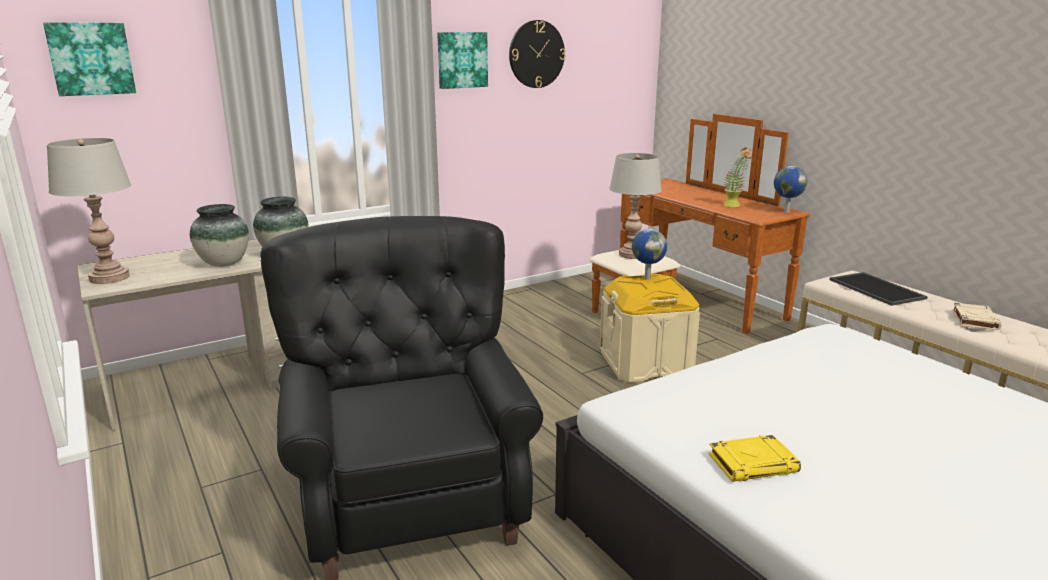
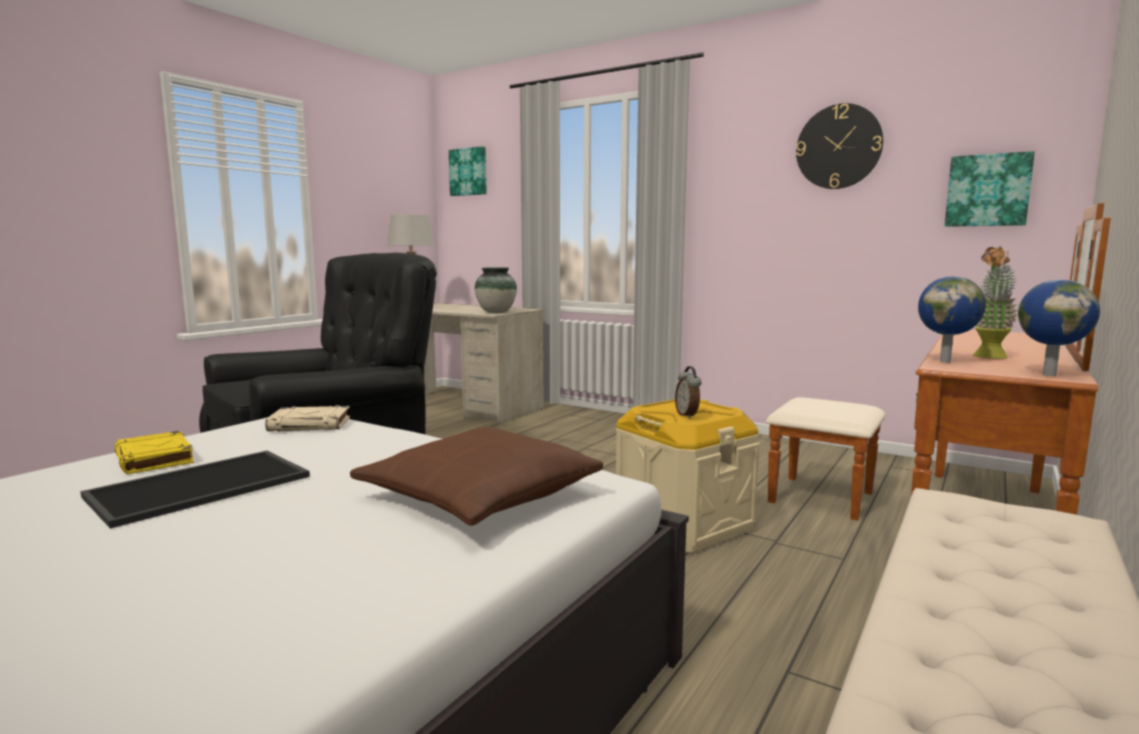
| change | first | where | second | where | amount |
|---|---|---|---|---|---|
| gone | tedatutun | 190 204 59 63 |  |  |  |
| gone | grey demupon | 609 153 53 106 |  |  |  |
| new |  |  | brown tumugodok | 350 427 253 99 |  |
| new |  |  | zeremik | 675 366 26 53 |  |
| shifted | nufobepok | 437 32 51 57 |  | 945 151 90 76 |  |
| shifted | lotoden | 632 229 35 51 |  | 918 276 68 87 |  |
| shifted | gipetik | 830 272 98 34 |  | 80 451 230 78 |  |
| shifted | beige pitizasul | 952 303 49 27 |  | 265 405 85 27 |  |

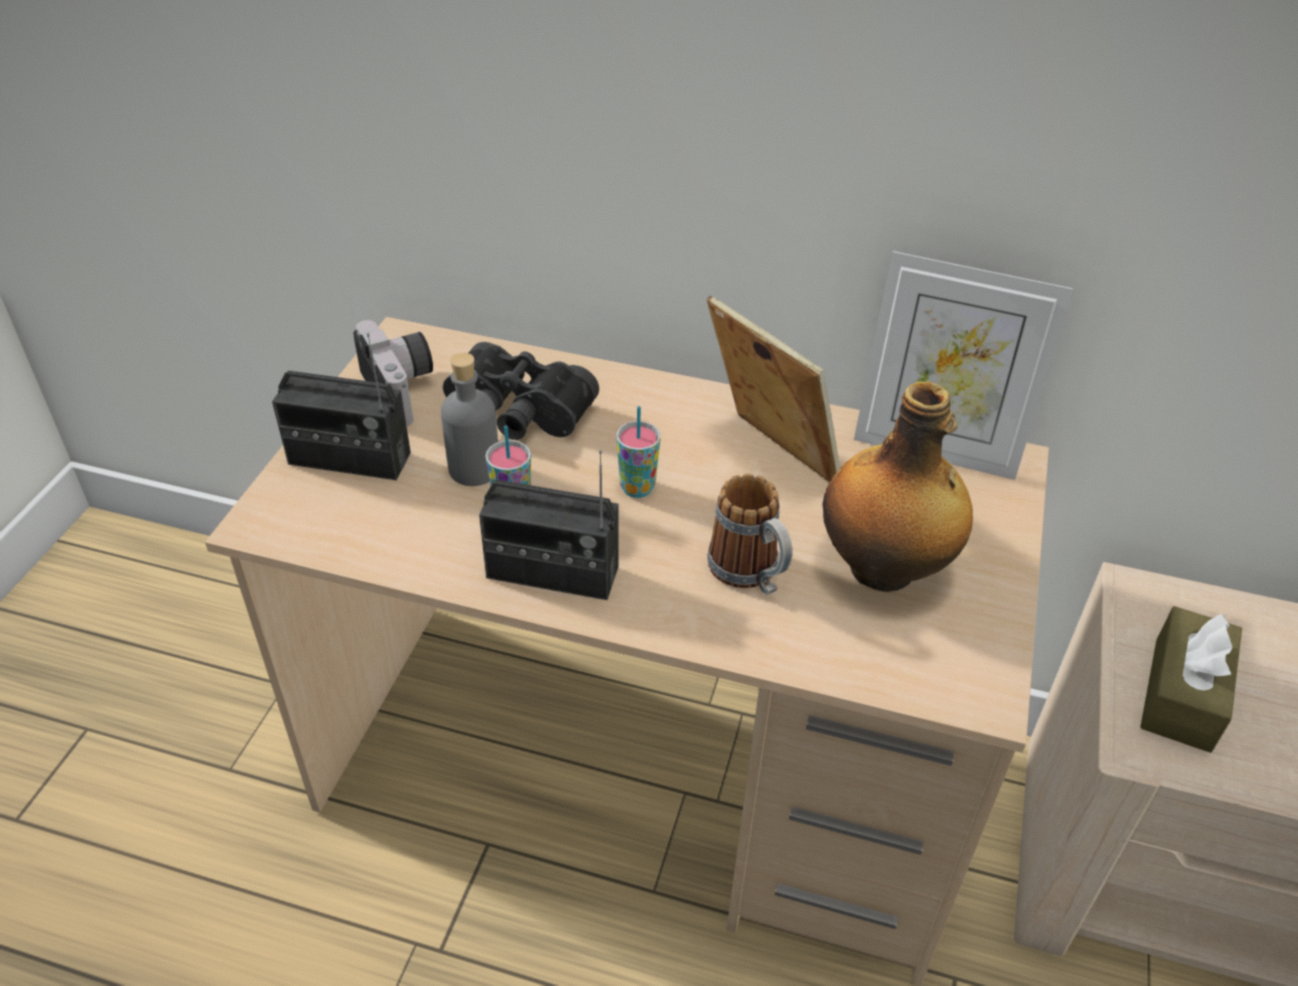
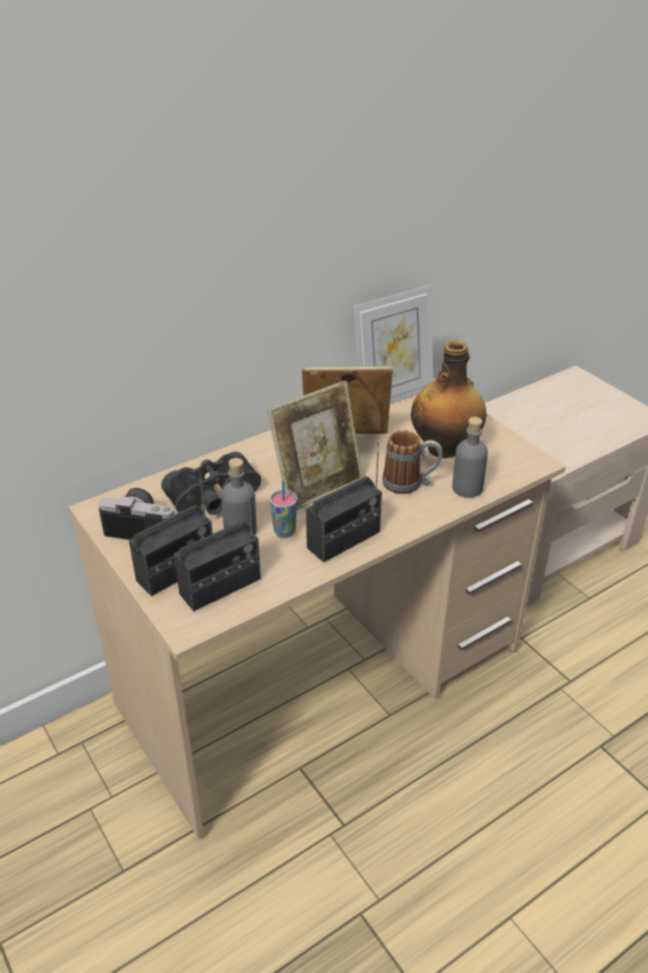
| change | first | where | second | where | amount |
|---|---|---|---|---|---|
| gone | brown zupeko | 1140 606 102 147 |  |  |  |
| new |  |  | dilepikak | 174 488 87 123 |  |
| new |  |  | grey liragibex | 452 417 36 81 |  |
| swapped | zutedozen | 616 406 45 92 | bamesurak | 267 381 96 129 |  |

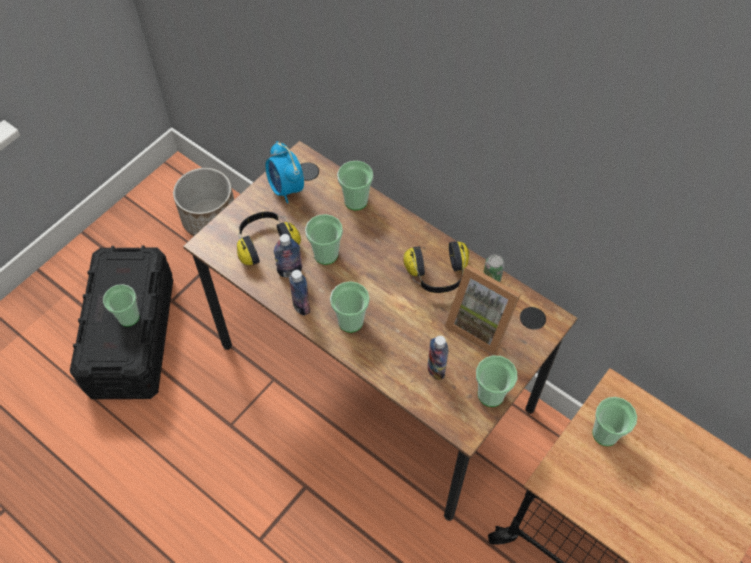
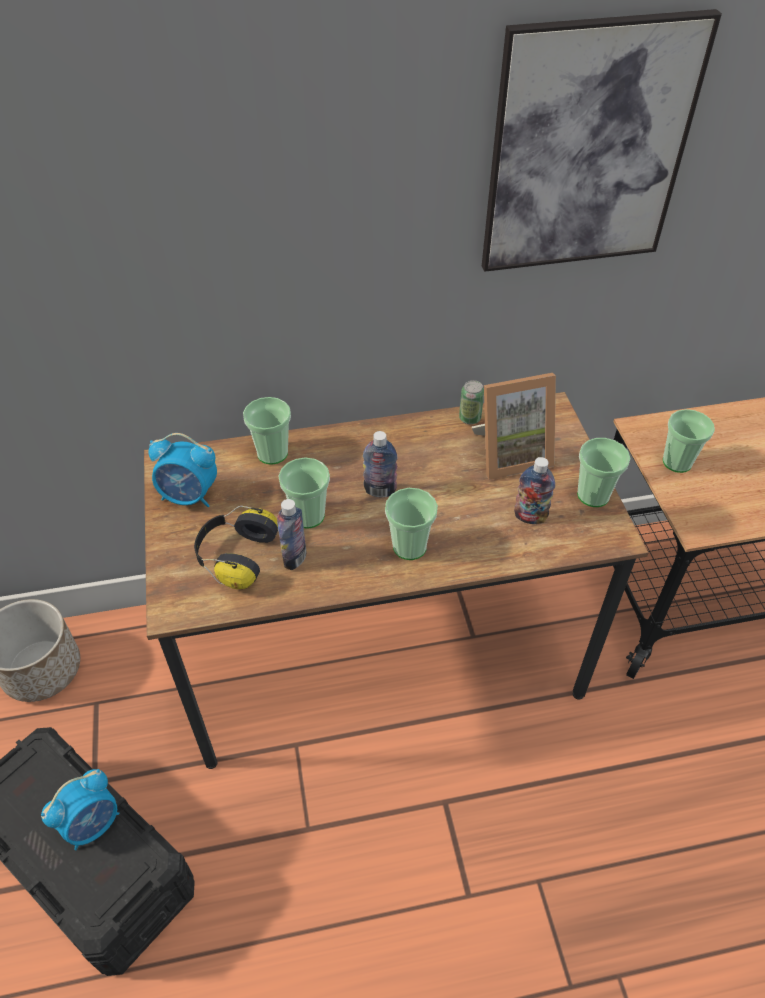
| change | first | where | second | where | amount |
|---|---|---|---|---|---|
| gone | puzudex | 403 241 66 52 |  |  |  |
| new |  |  | nufobepok | 482 9 240 263 |  |
| shifted | liragibex | 289 270 21 46 |  | 363 431 35 66 |  |
| swapped | zutedozen | 103 284 37 43 | zeremik | 41 769 78 81 |  |

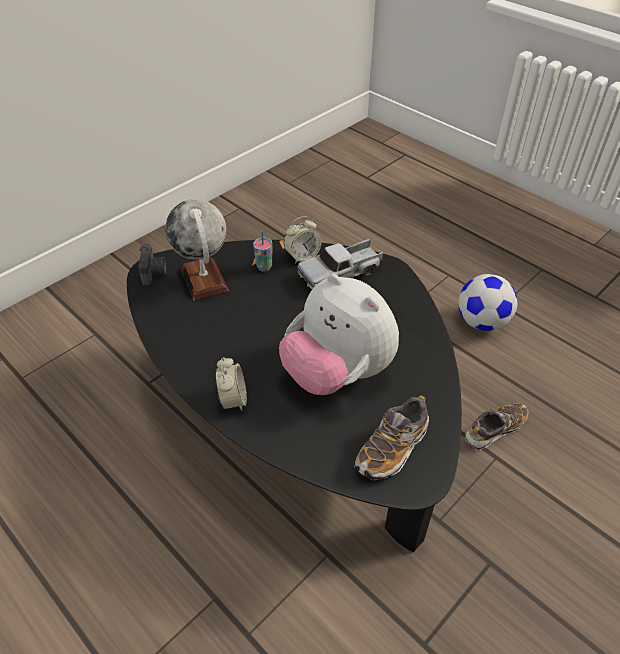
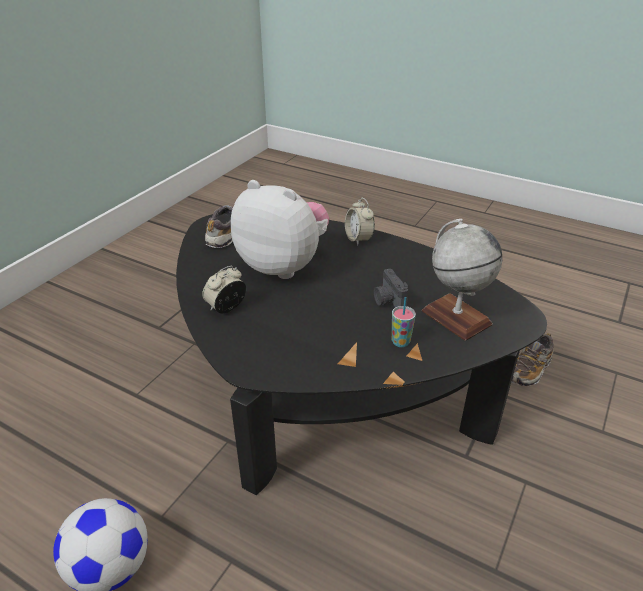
| change | first | where | second | where | amount |
|---|---|---|---|---|---|
| gone | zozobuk | 297 239 86 50 |  |  |  |
| shifted | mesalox | 138 244 28 42 |  | 374 269 34 38 |  |
| shifted | zeremik | 284 216 38 48 |  | 202 266 44 47 |  |
| shifted | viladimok | 464 404 65 46 |  | 512 333 42 53 |  |

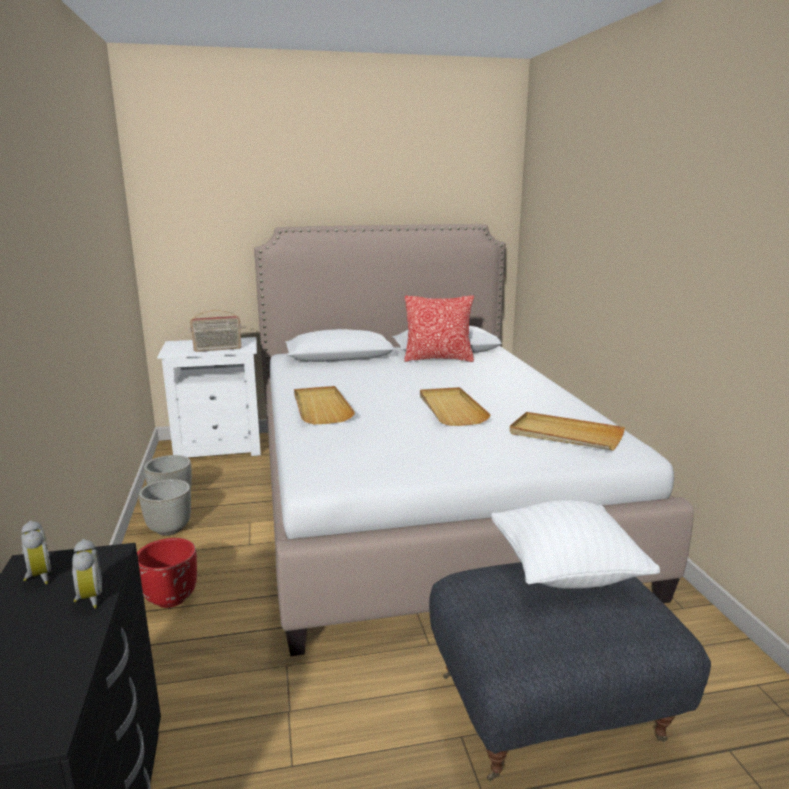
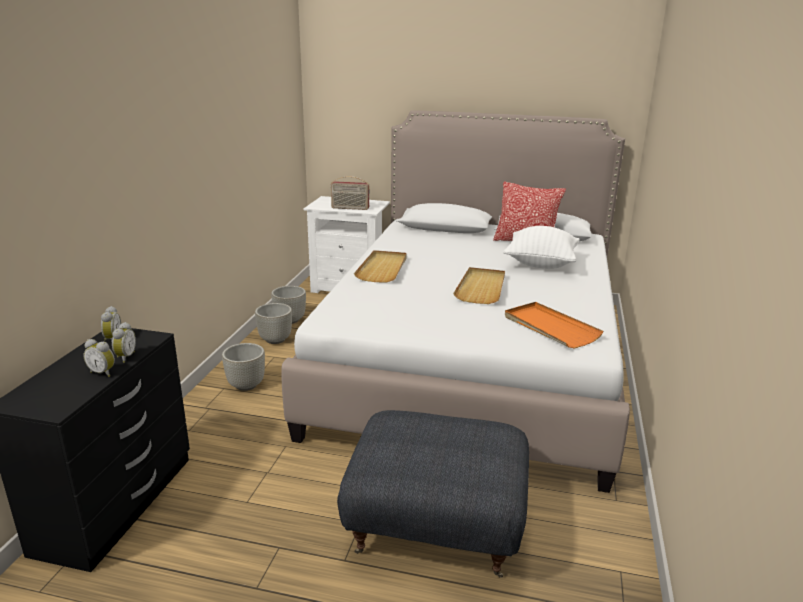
| change | first | where | second | where | amount |
|---|---|---|---|---|---|
| new |  |  | zeremik | 83 339 32 38 |  |
| shifted | white tumugodok | 491 500 169 89 |  | 503 226 76 43 |  |
| repainted | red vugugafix | 137 538 60 70 | grey vugugafix | 222 343 43 48 |  |
| repainted | beige gipetik | 509 412 116 39 | orange gipetik | 505 302 98 46 |  |

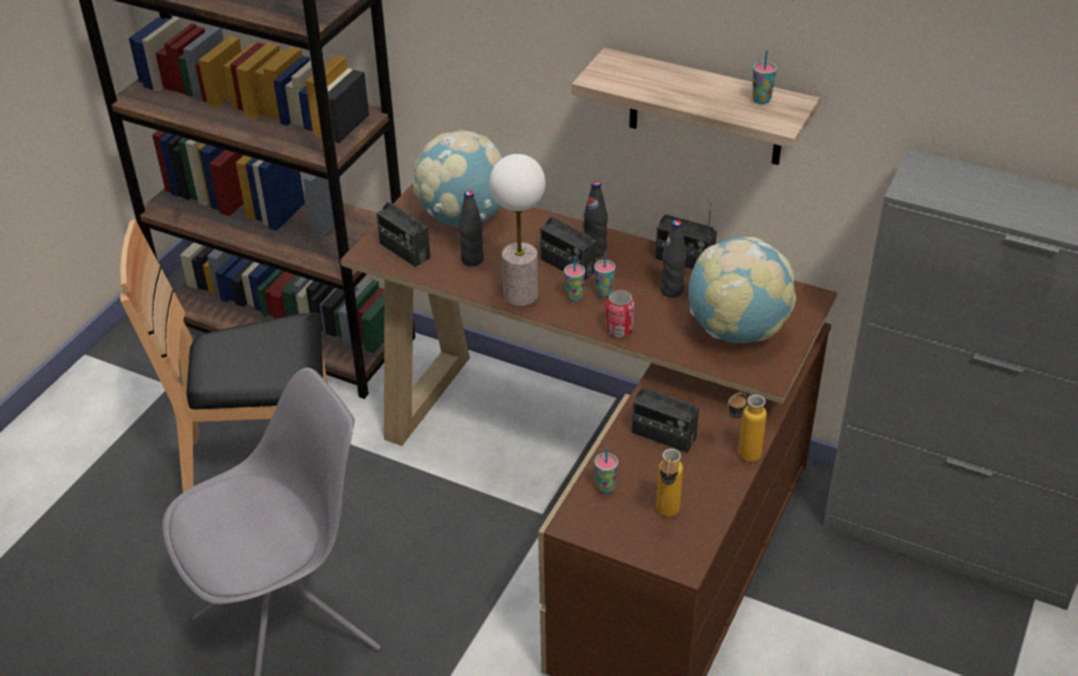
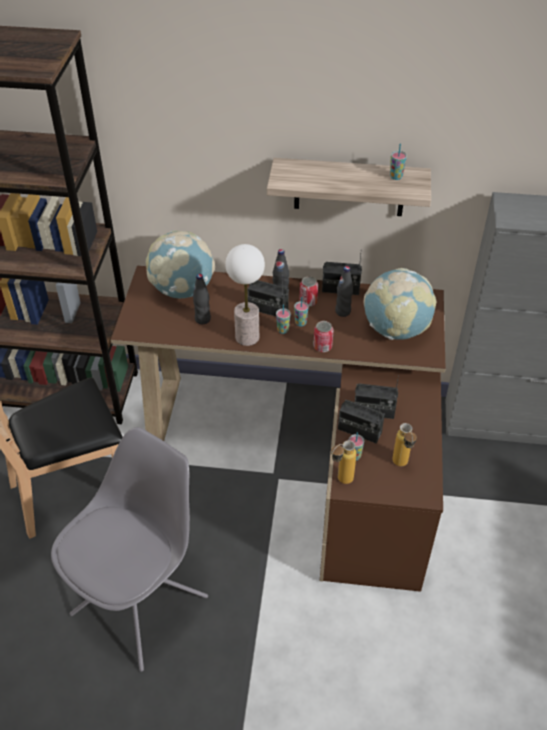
| change | first | where | second | where | amount |
|---|---|---|---|---|---|
| new |  |  | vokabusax | 299 276 19 31 |  |
| shifted | dilepikak | 376 197 55 70 |  | 338 400 47 43 |  |
| shifted | liragibex | 728 393 39 69 |  | 331 440 26 44 |  |

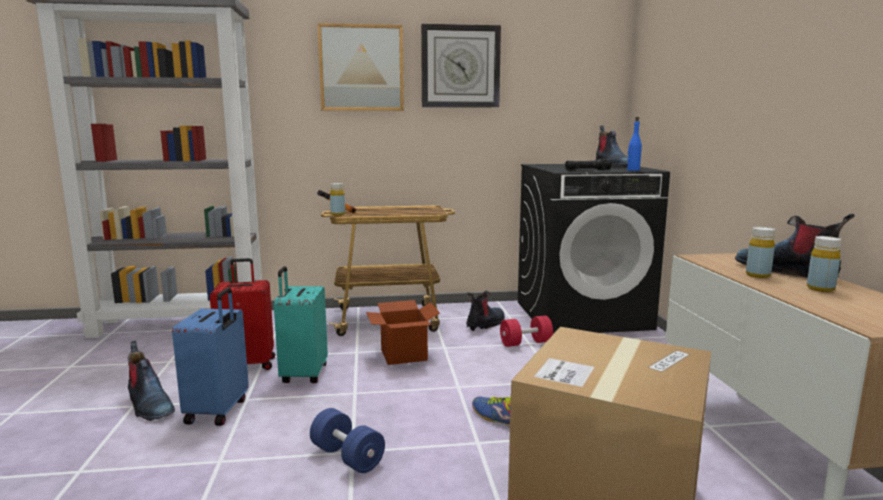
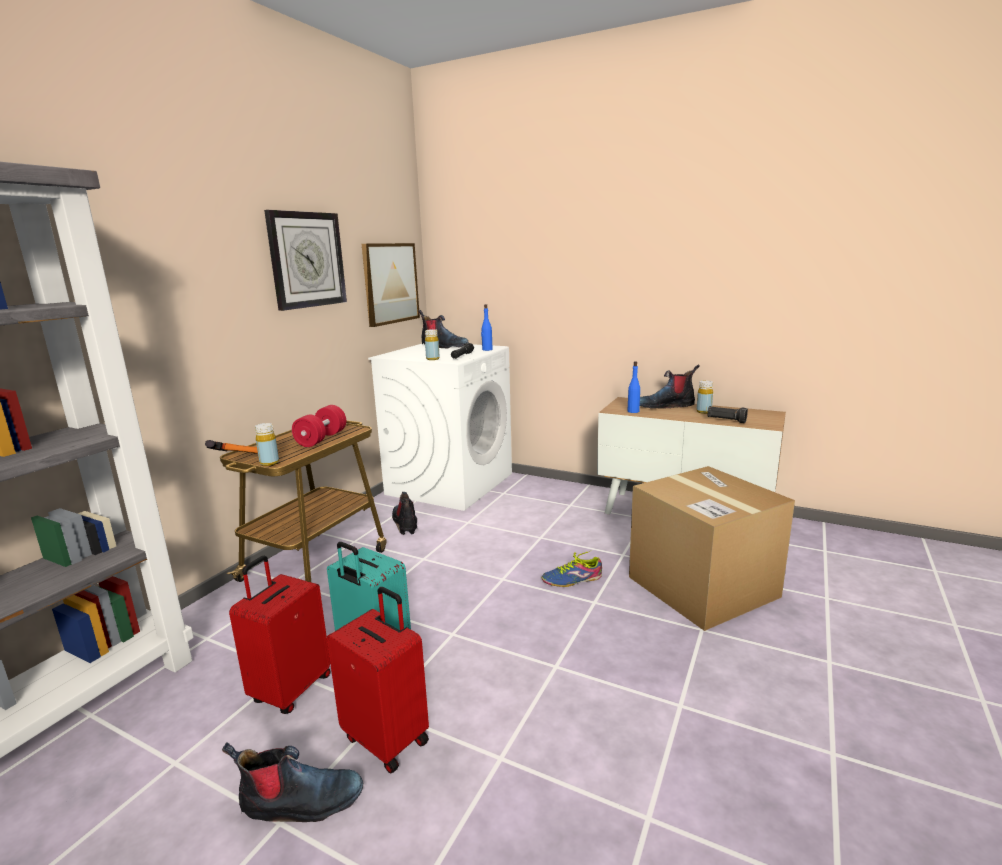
| change | first | where | second | where | amount |
|---|---|---|---|---|---|
| gone | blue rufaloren | 310 408 75 65 |  |  |  |
| gone | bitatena | 366 300 74 65 |  |  |  |
| new |  |  | blue liragibex | 628 361 12 52 |  |
| new |  |  | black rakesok | 707 406 41 17 |  |
| shifted | nufobepok | 317 23 87 88 |  | 362 243 58 84 |  |
| shifted | red rufaloren | 500 315 53 32 |  | 292 405 54 42 |  |
| shifted | yellow liragibex | 746 227 29 51 |  | 425 329 15 31 |  |
| repainted | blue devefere | 172 288 77 138 | red devefere | 327 587 102 186 |  |
| repainted | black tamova | 518 164 152 170 | white tamova | 368 343 144 168 |  |

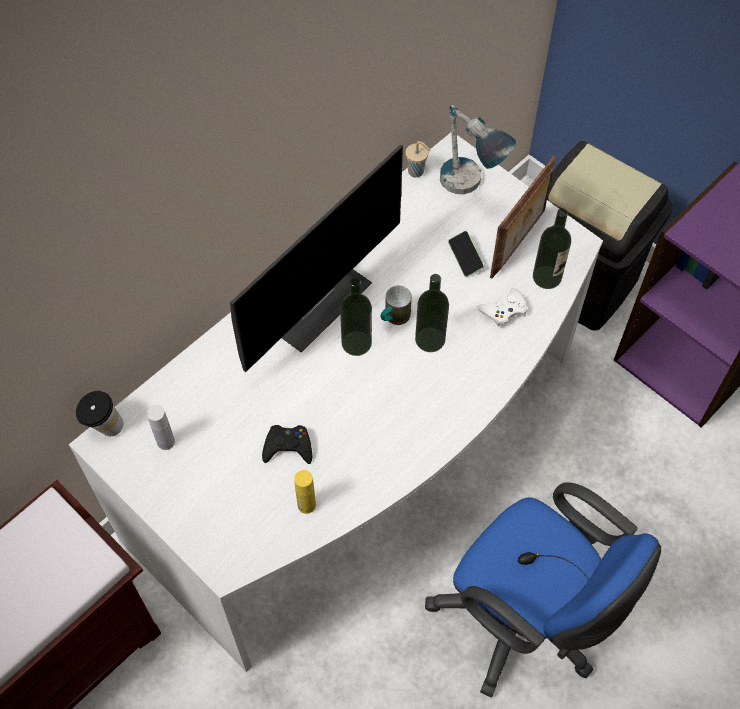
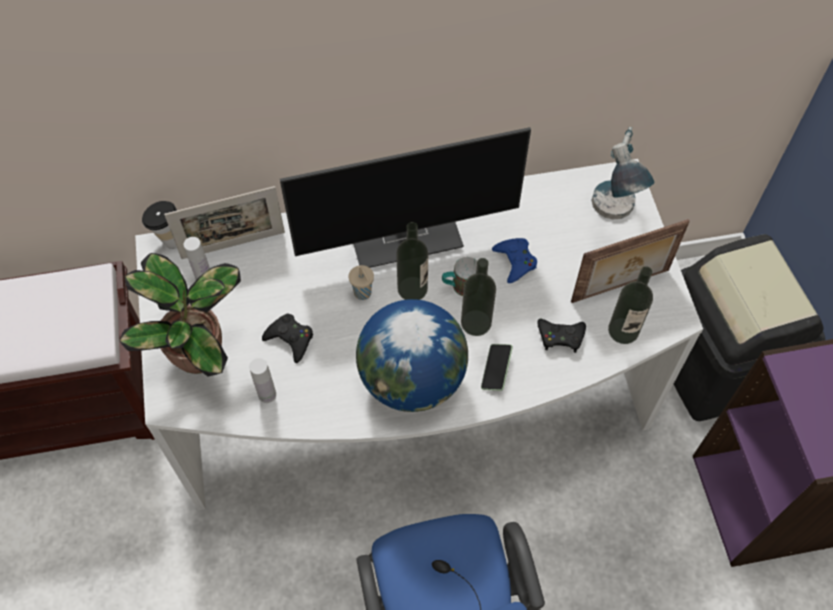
| change | first | where | second | where | amount |
|---|---|---|---|---|---|
| new |  |  | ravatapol | 119 253 122 123 |  |
| new |  |  | bamesurak | 164 186 121 73 |  |
| new |  |  | lotoden | 356 299 112 113 |  |
| new |  |  | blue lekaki | 492 238 45 45 |  |
| shifted | beige zutedozen | 405 141 26 36 |  | 349 265 25 35 |  |
| shifted | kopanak | 448 231 36 46 |  | 481 344 32 47 |  |
| repainted | yellow liragibex | 294 470 22 44 | white liragibex | 249 358 27 45 |  |
| repainted | white lekaki | 477 288 51 40 | black lekaki | 537 318 49 35 |  |

